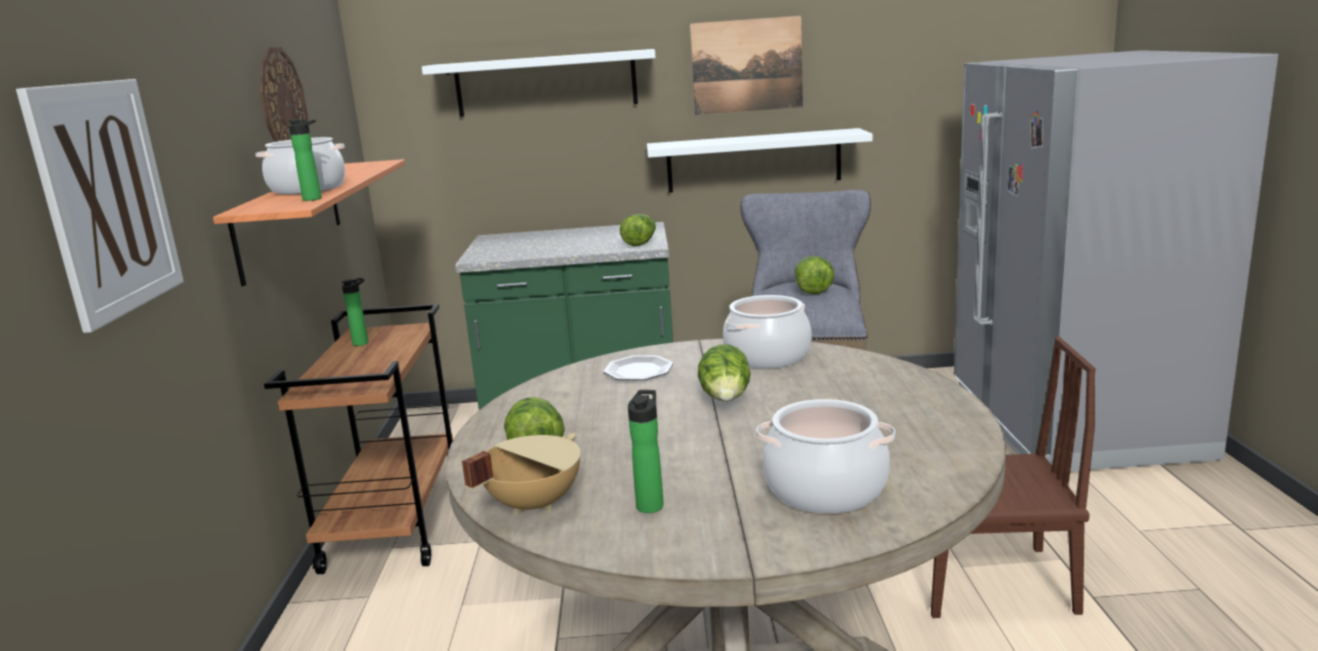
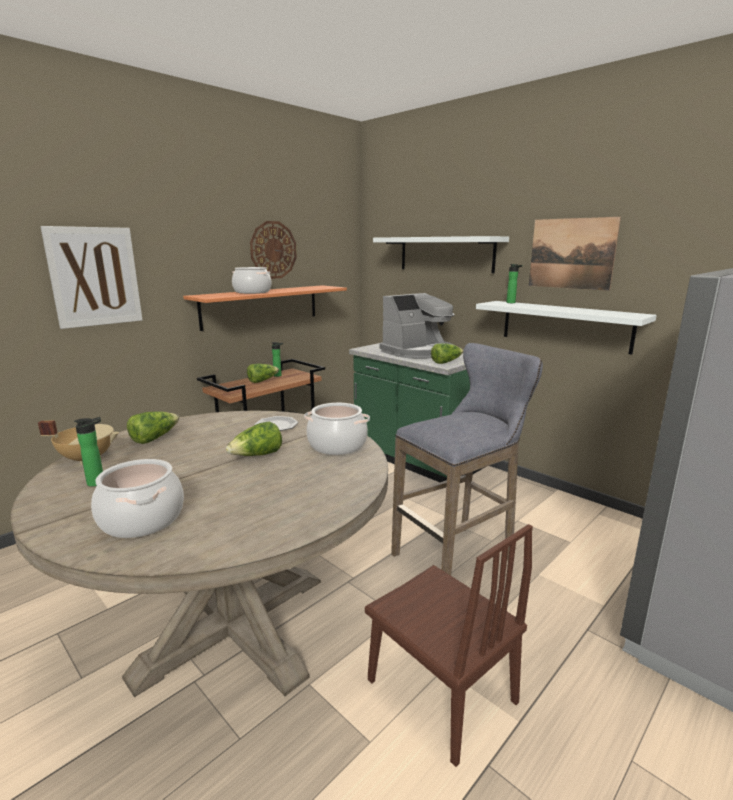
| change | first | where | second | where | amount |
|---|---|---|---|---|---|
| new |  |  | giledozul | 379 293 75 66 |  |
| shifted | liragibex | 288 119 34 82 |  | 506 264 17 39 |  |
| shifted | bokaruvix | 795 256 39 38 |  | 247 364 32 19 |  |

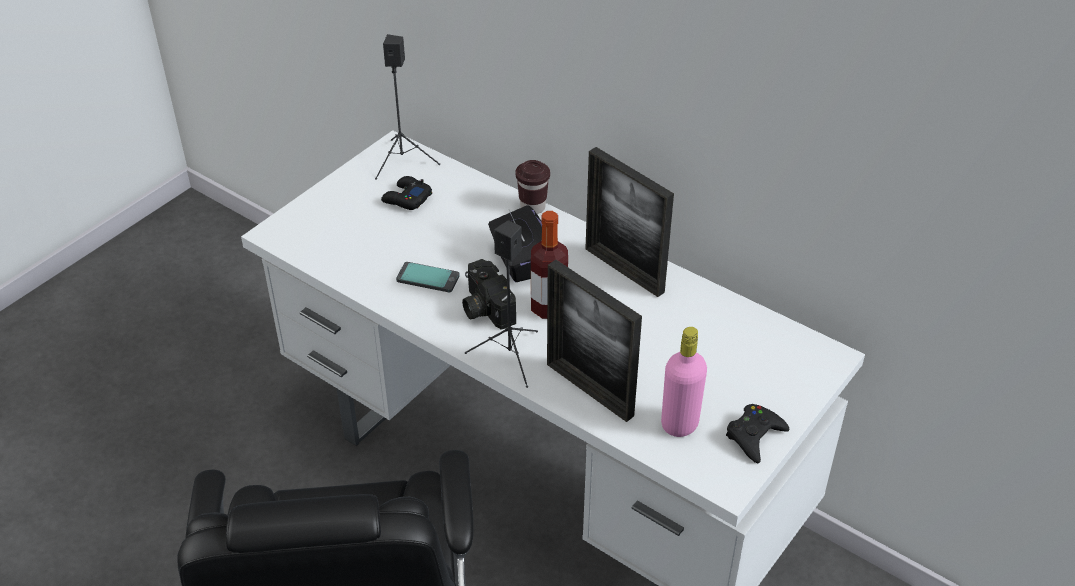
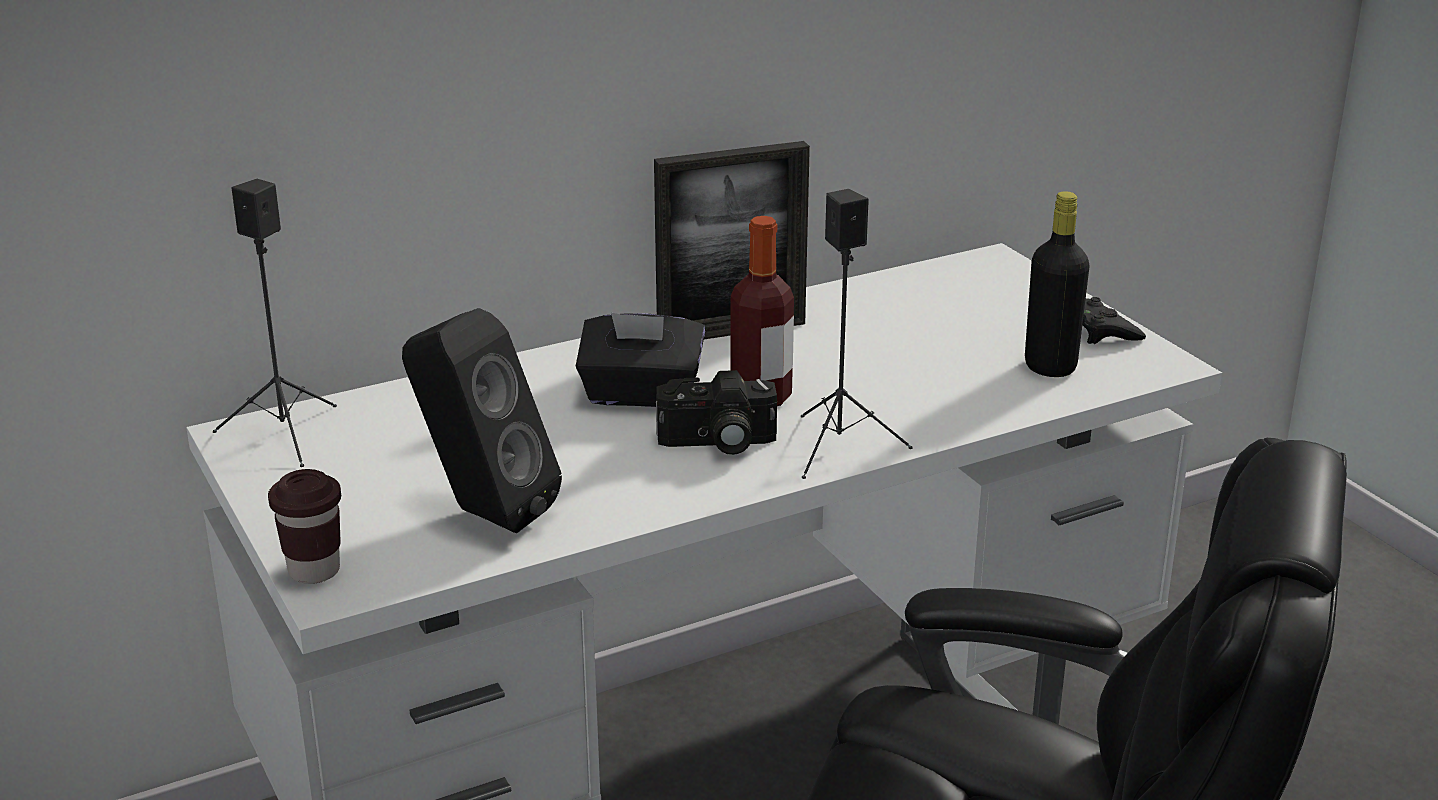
| change | first | where | second | where | amount |
|---|---|---|---|---|---|
| gone | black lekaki | 381 176 51 34 |  |  |  |
| gone | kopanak | 396 262 64 31 |  |  |  |
| gone | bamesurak | 547 260 95 162 |  |  |  |
| new |  |  | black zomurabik | 402 308 160 225 |  |
| shifted | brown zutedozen | 516 160 34 54 |  | 268 469 73 115 |  |
| repainted | pink liragibex | 661 327 46 110 | black liragibex | 1025 191 65 186 |  |

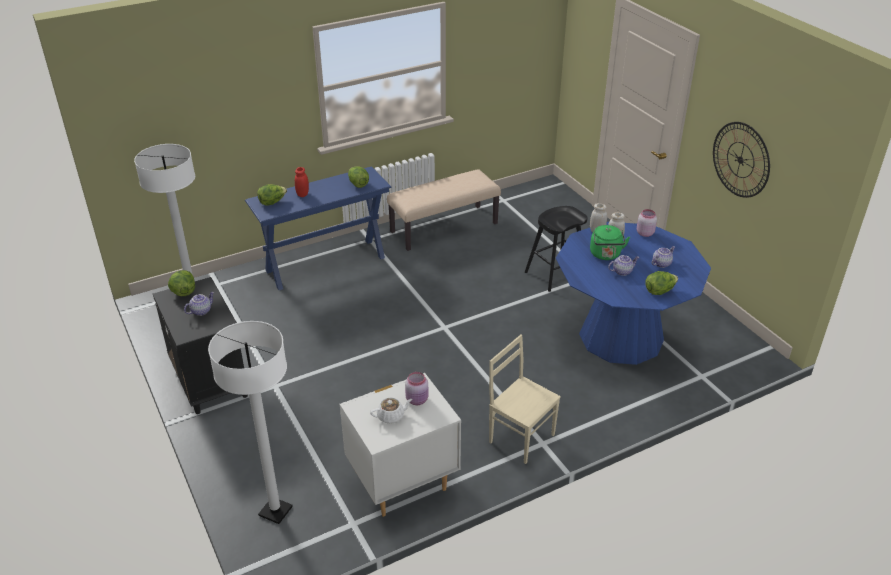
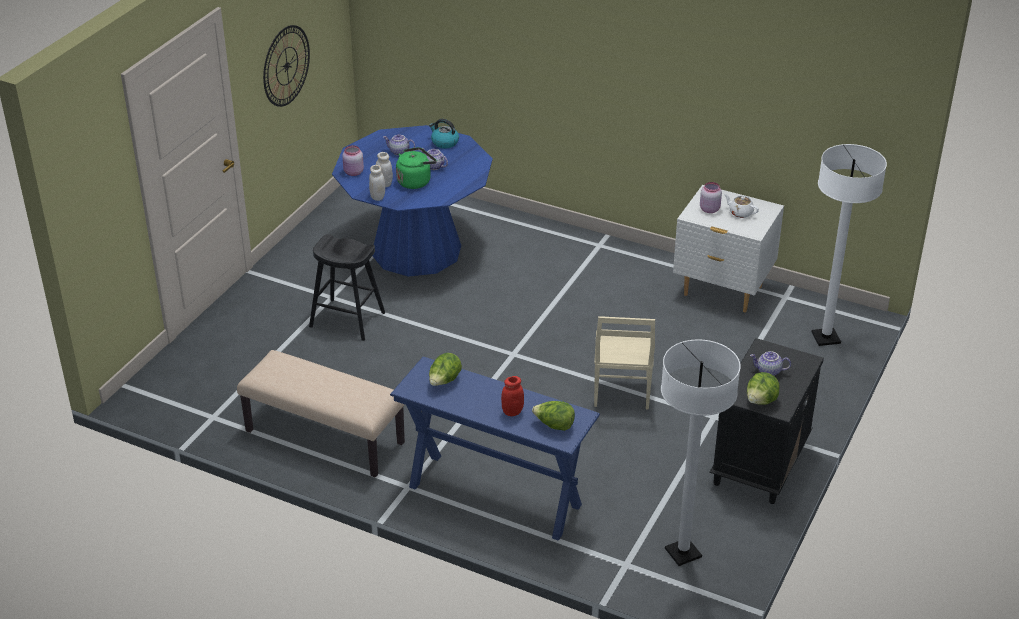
| change | first | where | second | where | amount |
|---|---|---|---|---|---|
| shifted | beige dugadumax | 489 334 72 130 |  | 594 316 61 93 |  |
| swapped | bokaruvix | 645 271 33 24 | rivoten | 429 119 30 29 |  |

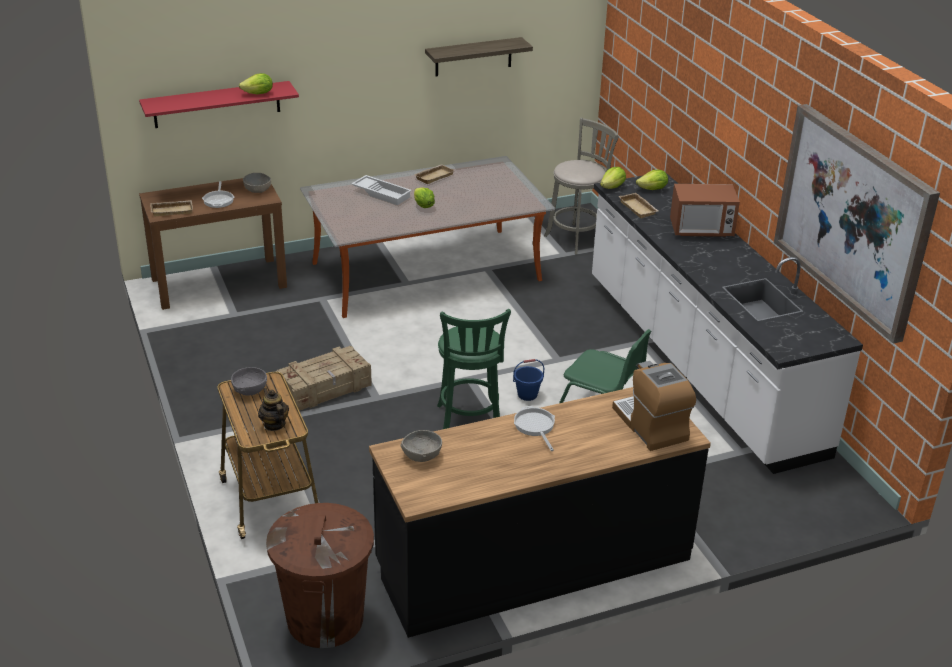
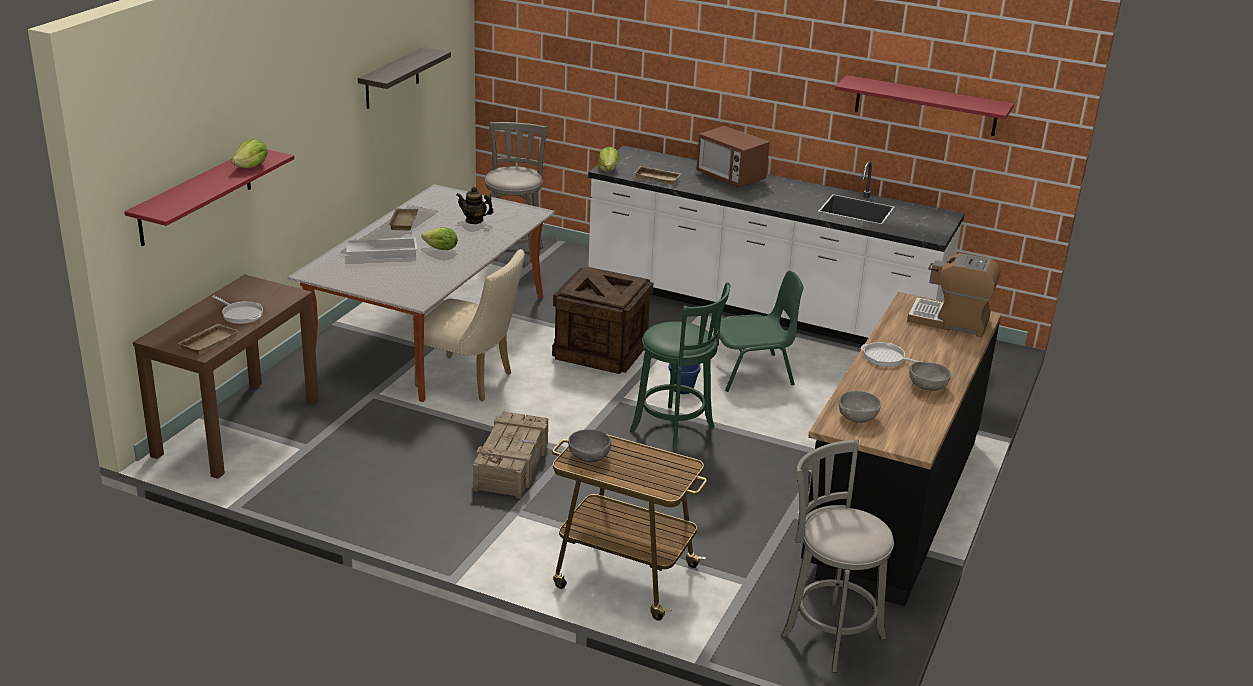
| change | first | where | second | where | amount |
|---|---|---|---|---|---|
| gone | bokaruvix | 636 170 32 20 |  |  |  |
| new |  |  | beige dugadumax | 412 249 113 152 |  |
| new |  |  | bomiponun | 552 266 101 108 |  |
| shifted | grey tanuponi | 243 173 28 20 |  | 909 362 42 29 |  |
| shifted | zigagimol | 258 388 31 43 |  | 456 187 38 37 |  |
| swapped | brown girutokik | 266 503 108 145 | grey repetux | 780 439 114 234 |  |
| swapped | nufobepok | 774 104 166 240 | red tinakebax | 835 75 179 61 |  |
| rotated | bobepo | 670 184 70 53 |  | 696 126 74 62 | 90 degrees clockwise |

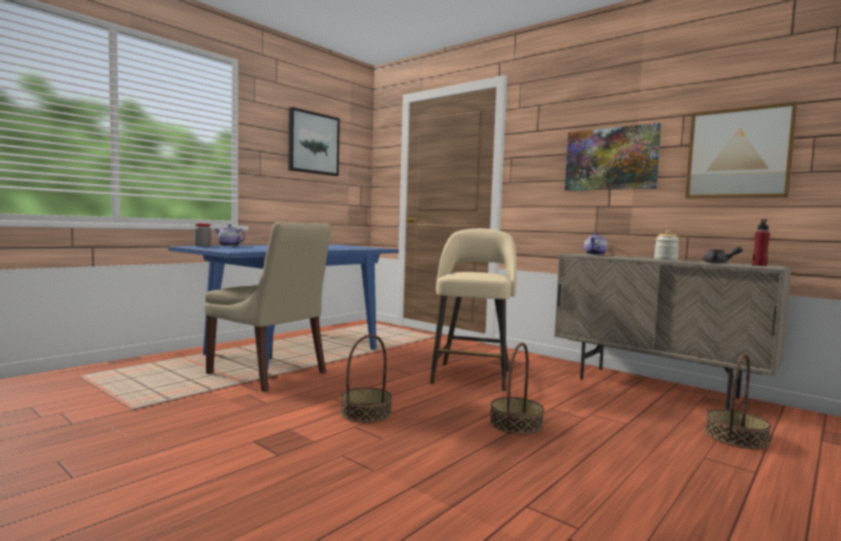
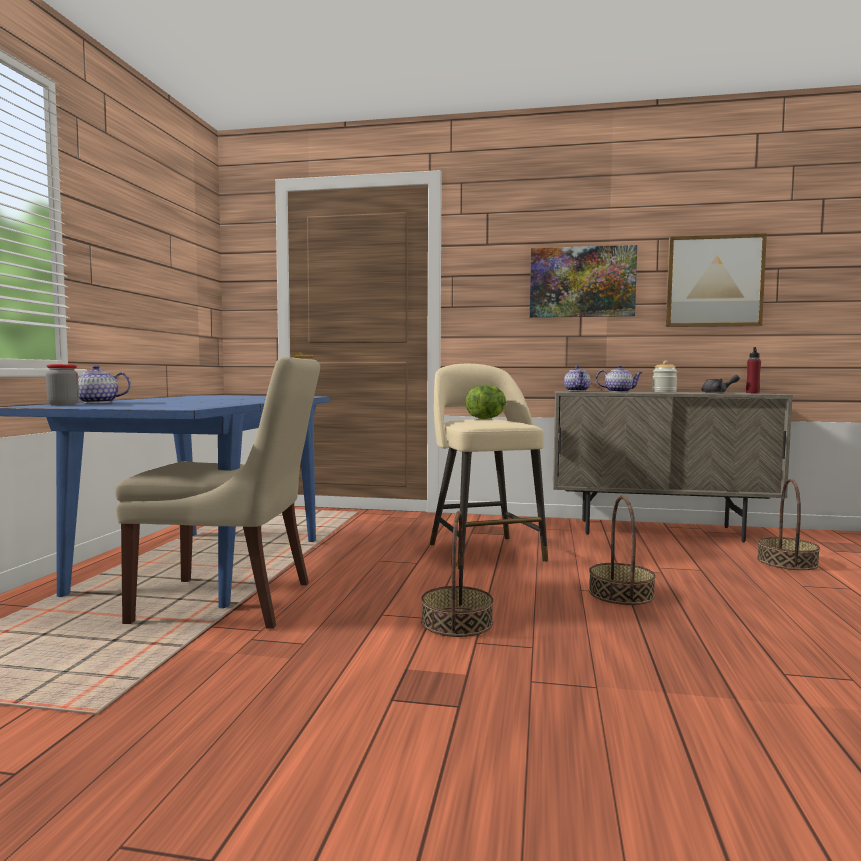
| change | first | where | second | where | amount |
|---|---|---|---|---|---|
| gone | nufobepok | 288 107 52 69 |  |  |  |
| new |  |  | bokaruvix | 465 385 42 34 |  |
| new |  |  | zigagimol | 596 365 47 27 |  |

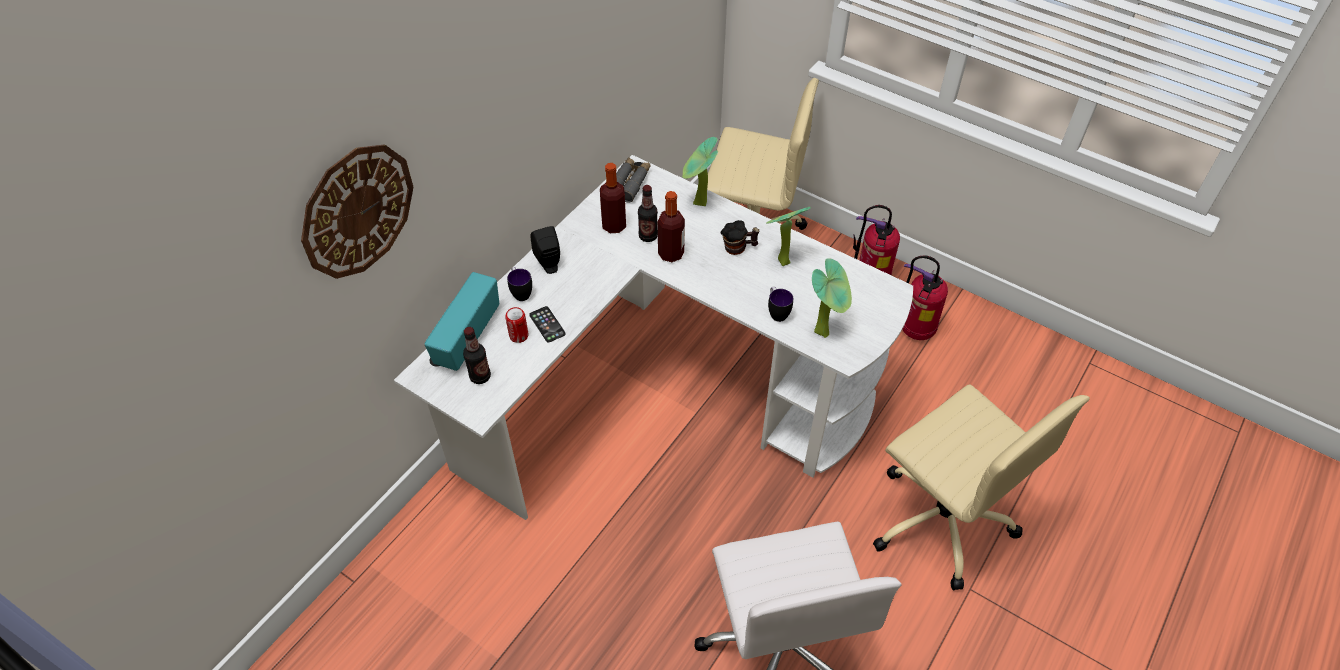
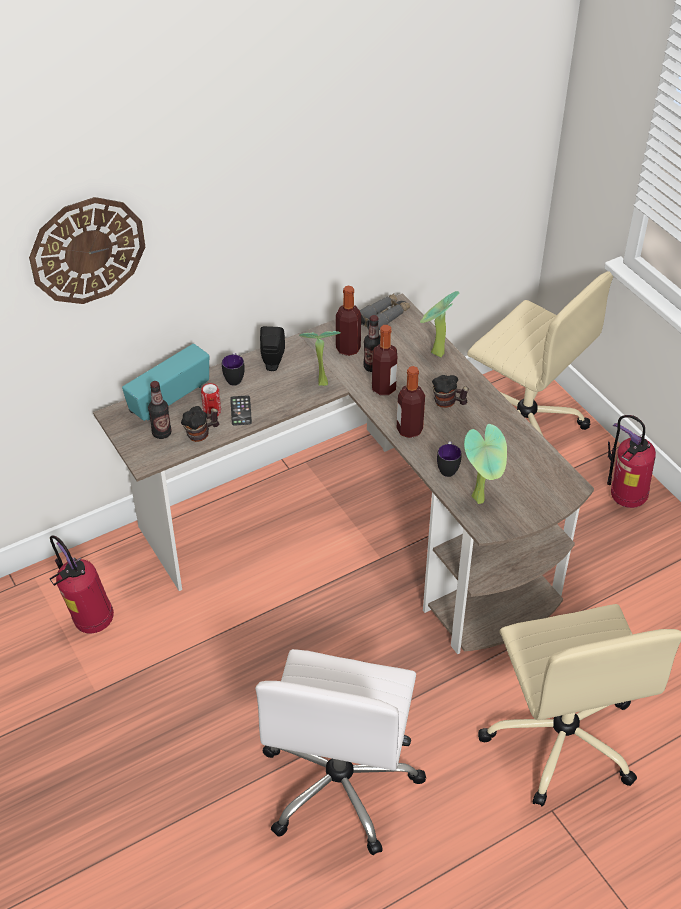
| change | first | where | second | where | amount |
|---|---|---|---|---|---|
| new |  |  | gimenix | 181 406 38 36 |  |
| new |  |  | liragibex | 397 366 28 72 |  |
| shifted | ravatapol | 766 207 45 59 |  | 299 331 42 55 |  |
| shifted | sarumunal | 902 255 46 85 |  | 49 535 65 99 |  |
| repainted | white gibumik | 394 155 519 365 | brown gibumik | 93 293 501 361 |  |

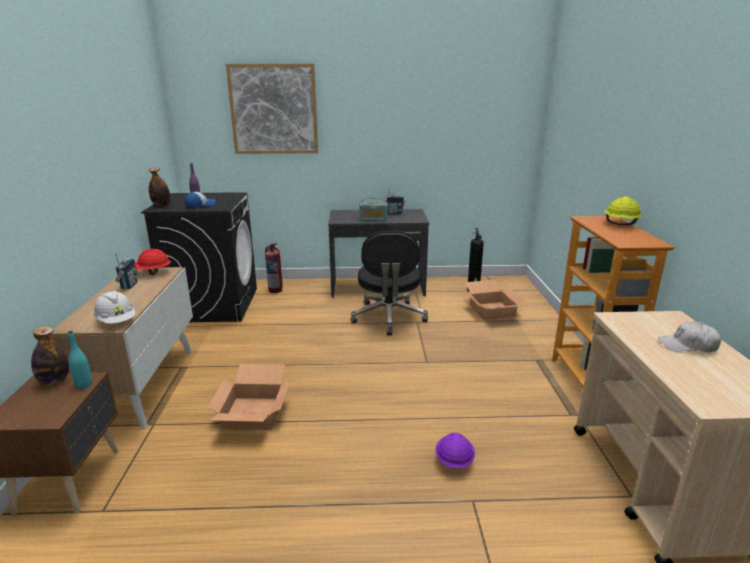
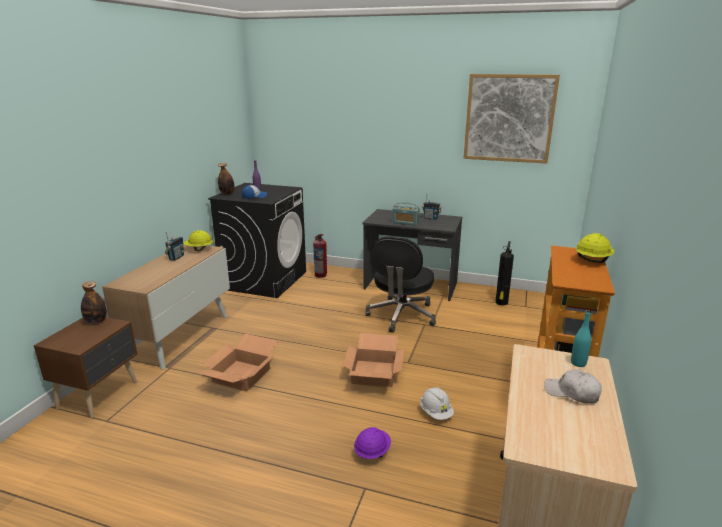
| change | first | where | second | where | amount |
|---|---|---|---|---|---|
| shifted | turquoise liragibex | 68 331 24 58 |  | 571 310 20 57 |  |
| shifted | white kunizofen | 94 290 41 34 |  | 420 387 34 33 |  |
| shifted | nufobepok | 226 64 92 90 |  | 463 74 97 90 |  |
| shifted | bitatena | 465 280 61 40 |  | 343 333 62 54 |  |
| repainted | red kunizofen | 135 249 36 26 | yellow kunizofen | 183 230 30 21 |  |

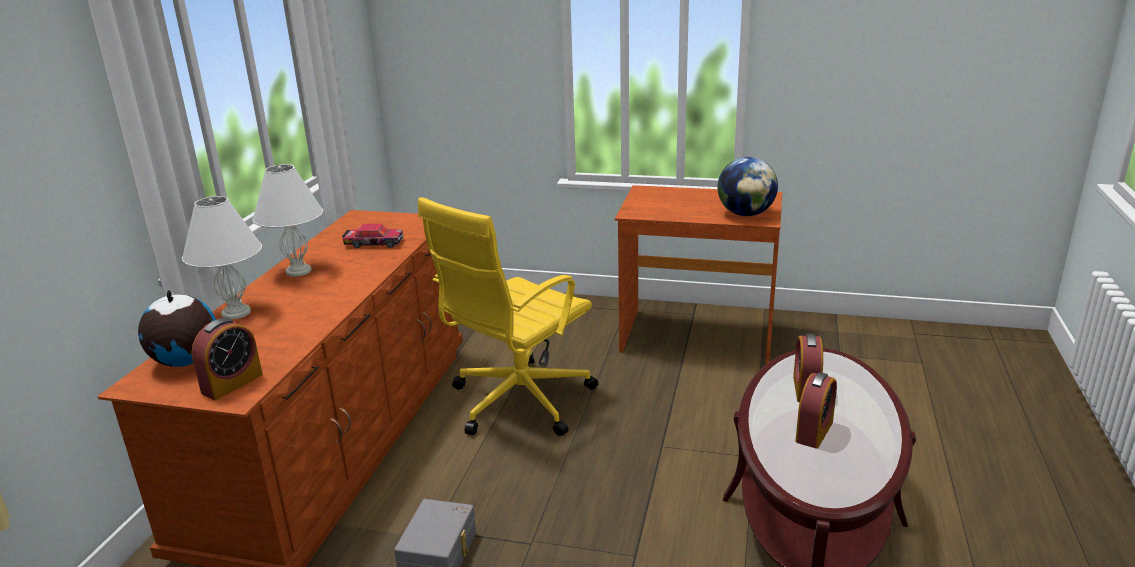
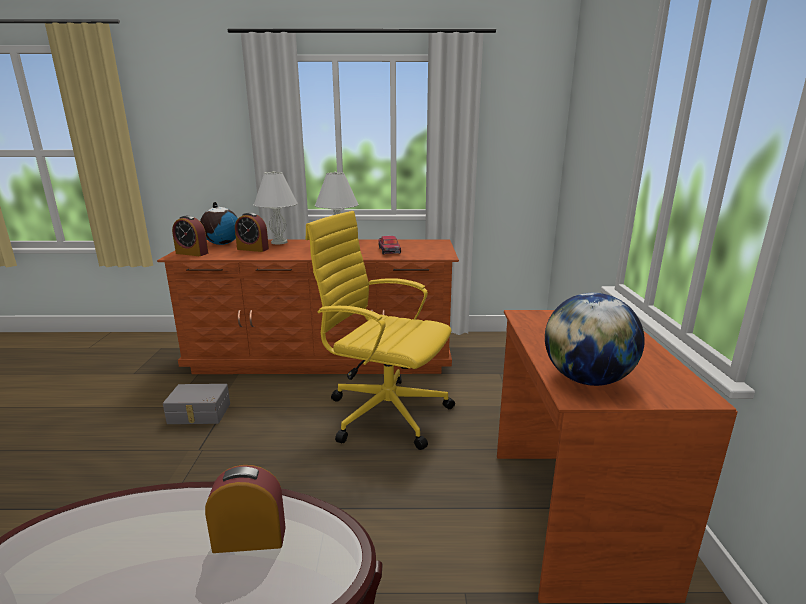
| change | first | where | second | where | amount |
|---|---|---|---|---|---|
| shifted | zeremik | 795 372 42 77 |  | 235 212 34 40 |  |

